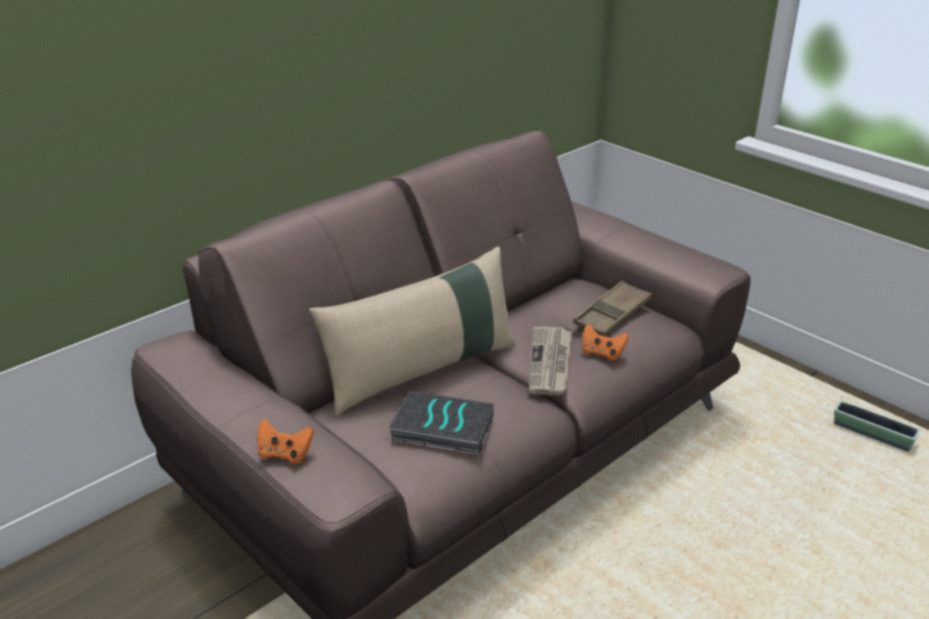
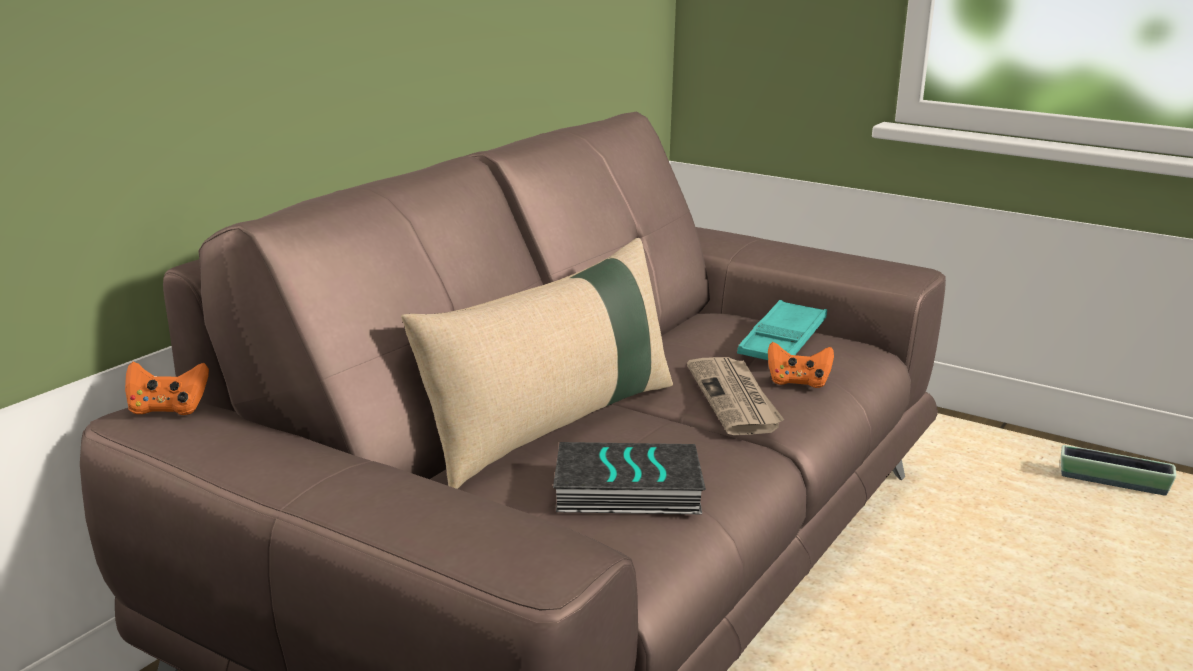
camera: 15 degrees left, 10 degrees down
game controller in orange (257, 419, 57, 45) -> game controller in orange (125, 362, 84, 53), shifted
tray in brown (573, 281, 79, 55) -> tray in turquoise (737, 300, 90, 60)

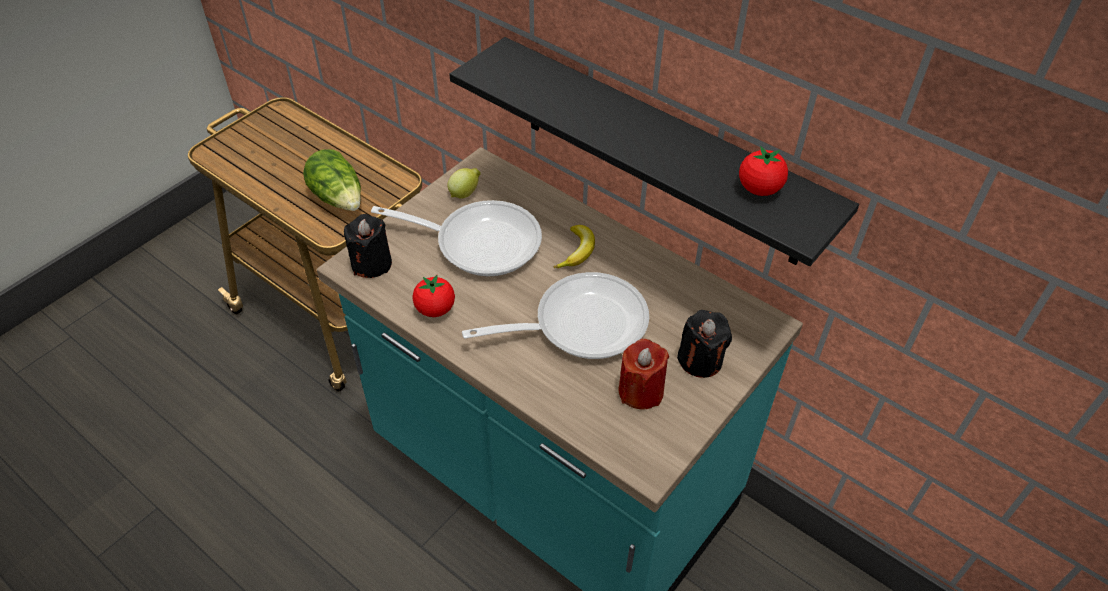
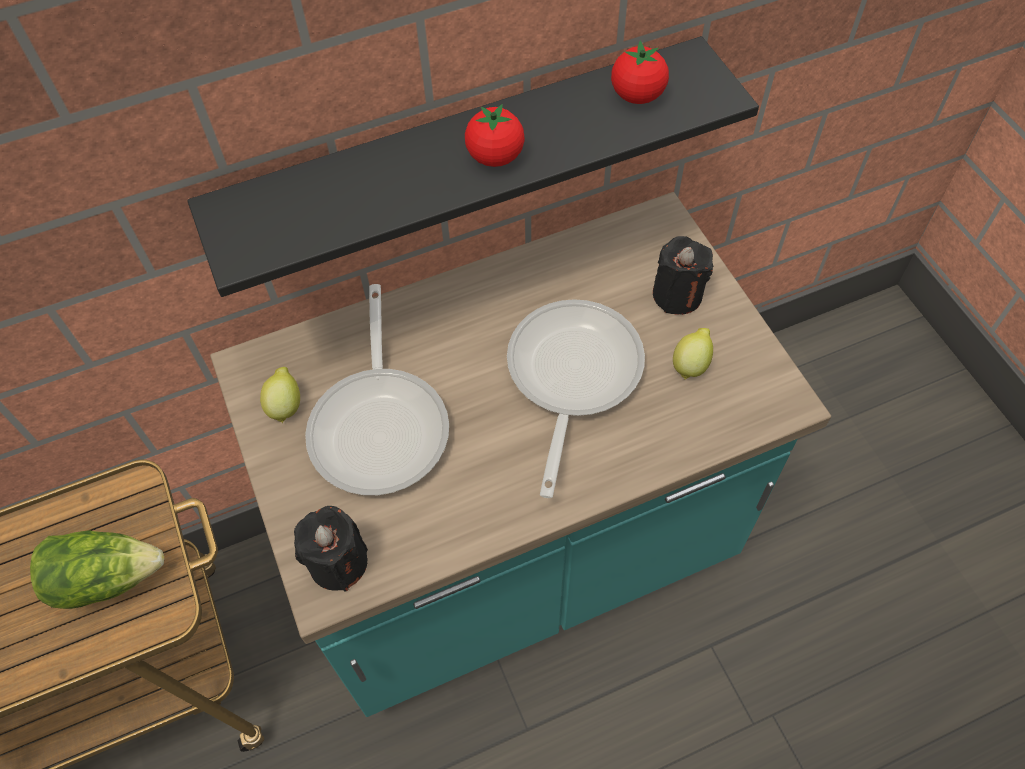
camera: 60 degrees left, 10 degrees up
frying pan (371, 200, 171, 76) -> frying pan (305, 284, 144, 211), 135 degrees clockwise
tomato (412, 275, 43, 42) -> tomato (465, 104, 60, 63), shifted
banana (553, 225, 42, 43) -> none
candle in red (618, 339, 51, 71) -> lemon (673, 328, 40, 52)

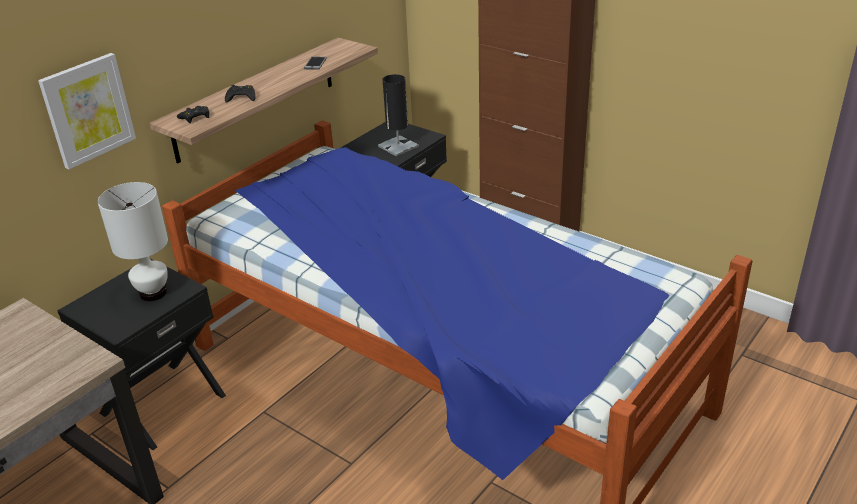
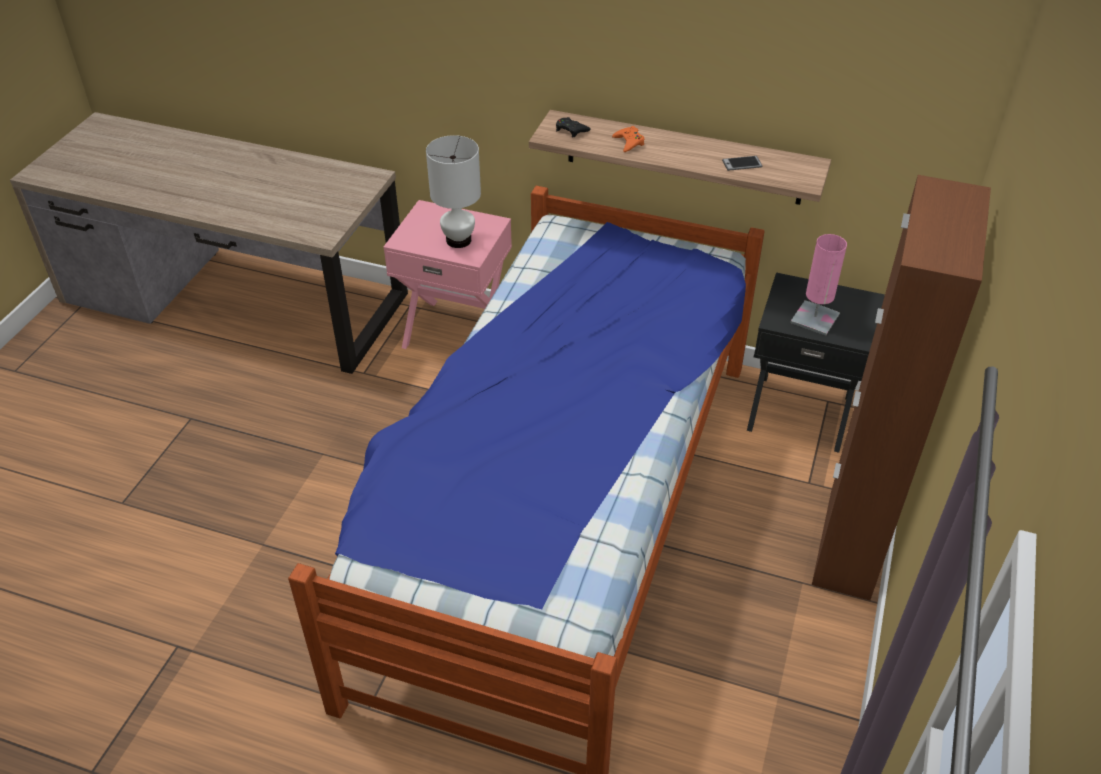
camera: 70 degrees right, 10 degrees up
picture (38, 53, 98, 116) -> none
nightstand in black (57, 258, 169, 192) -> nightstand in pink (383, 200, 129, 149)
game controller in black (225, 85, 31, 18) -> game controller in orange (612, 126, 33, 26)
table lamp in black (378, 74, 41, 82) -> table lamp in pink (791, 234, 56, 101)

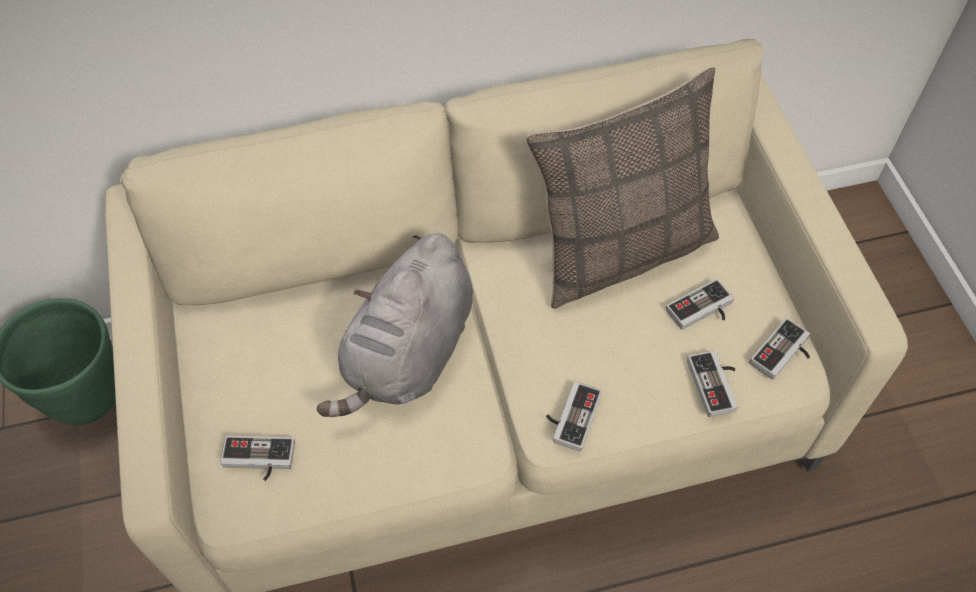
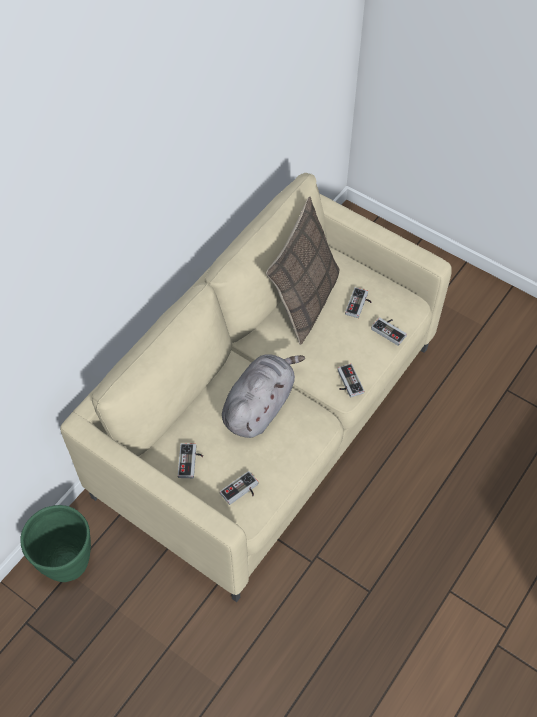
camera: 40 degrees left, 0 degrees up
plush toy in grey (317, 233, 156, 184) -> plush toy in grey (222, 354, 83, 84), 135 degrees counterclockwise
game controller (750, 318, 60, 62) -> game controller (178, 443, 25, 35), shifted

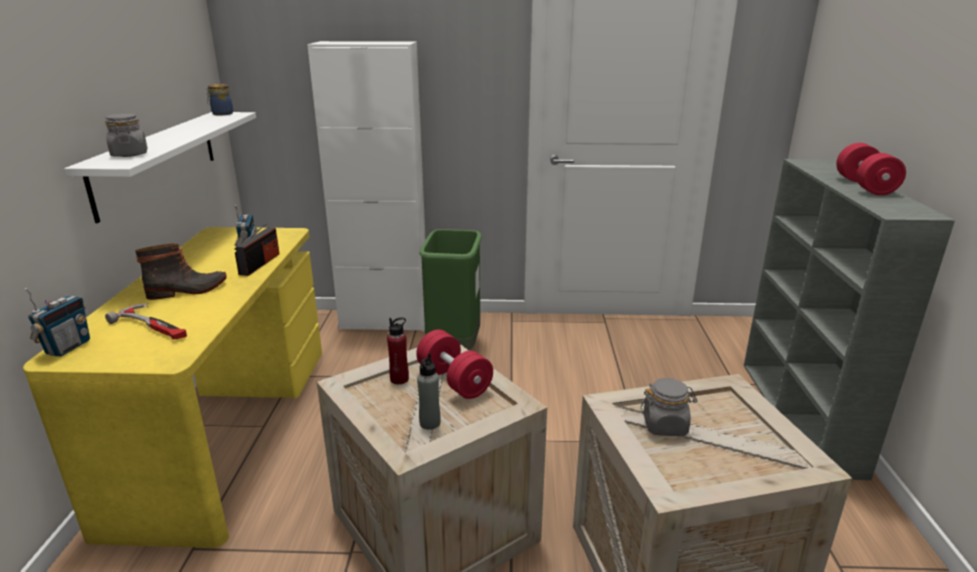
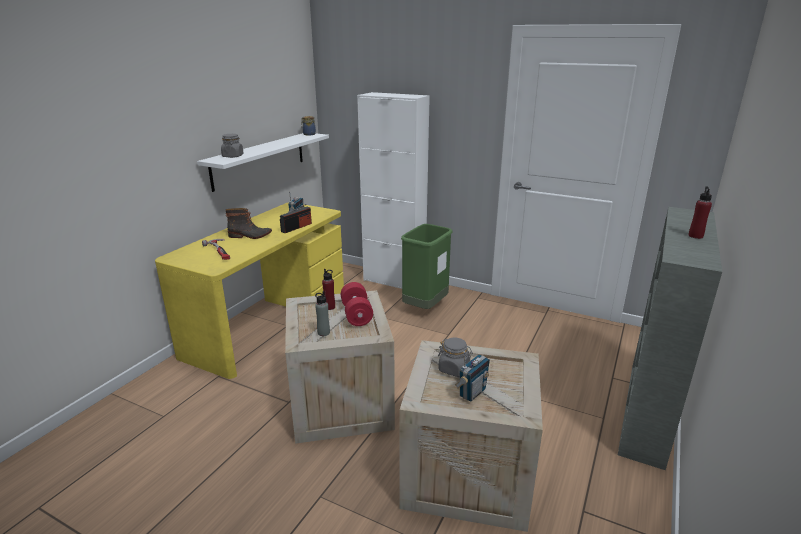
camera: 25 degrees right, 0 degrees up
radio (24, 288, 66, 69) -> radio (455, 351, 35, 51), shifted
dumbbell in red (836, 143, 70, 52) -> bottle in red (688, 187, 24, 52)

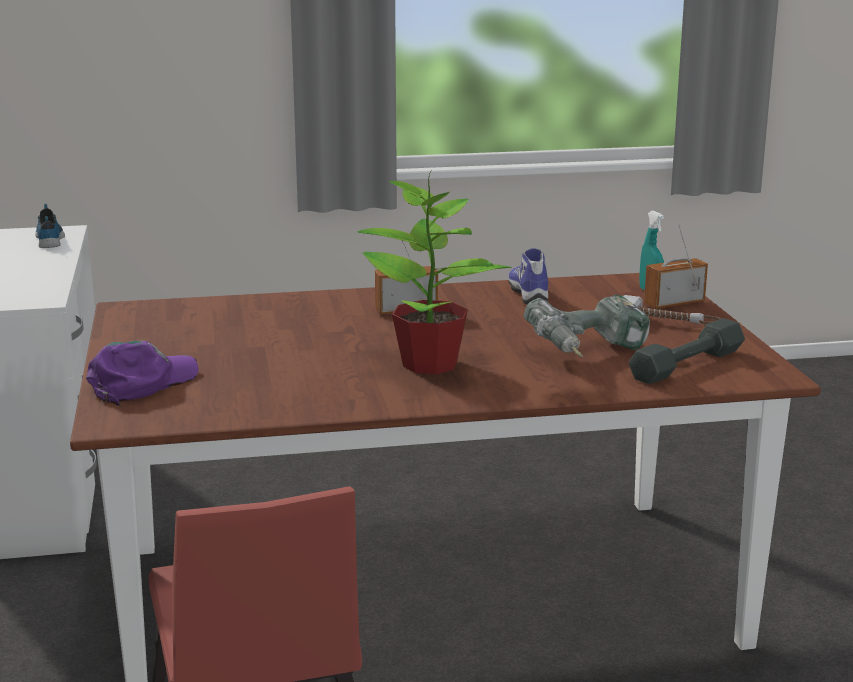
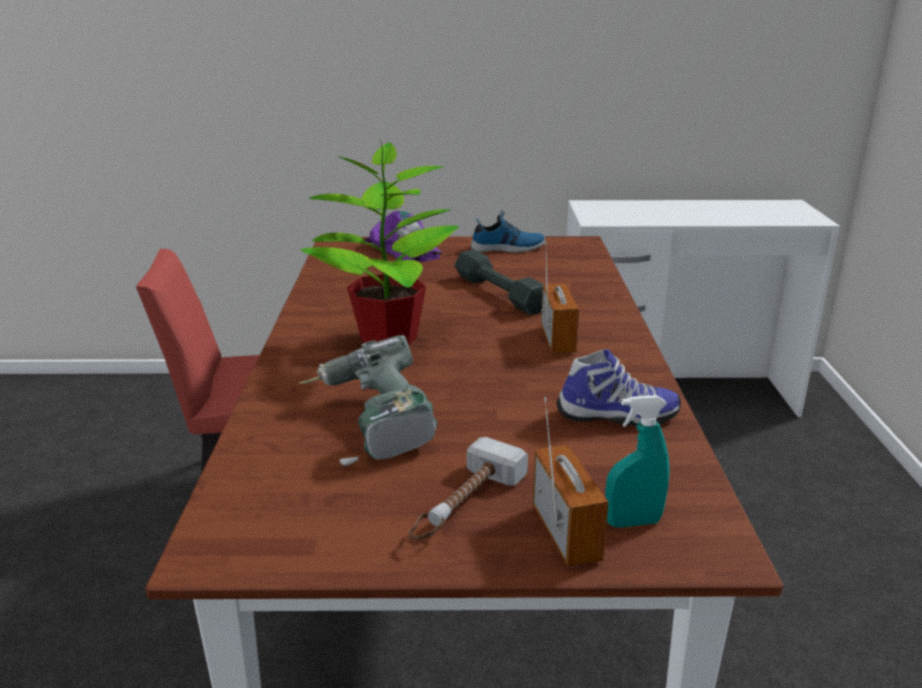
camera: 100 degrees right, 5 degrees up
shoe (35, 203, 30, 45) -> shoe (471, 211, 74, 42), shifted
dumbbell in grey (628, 318, 117, 66) -> dumbbell in grey (454, 250, 89, 65), shifted

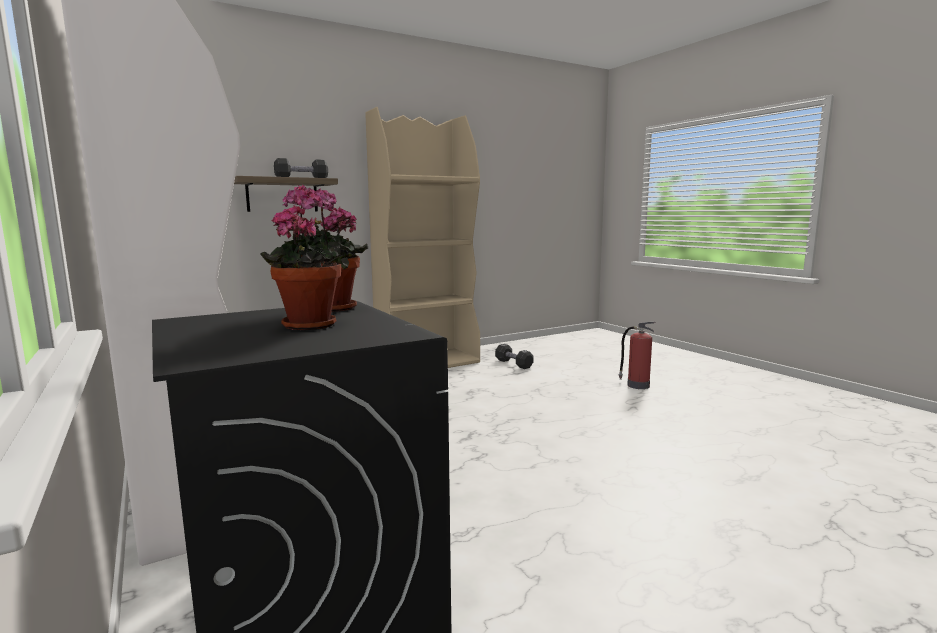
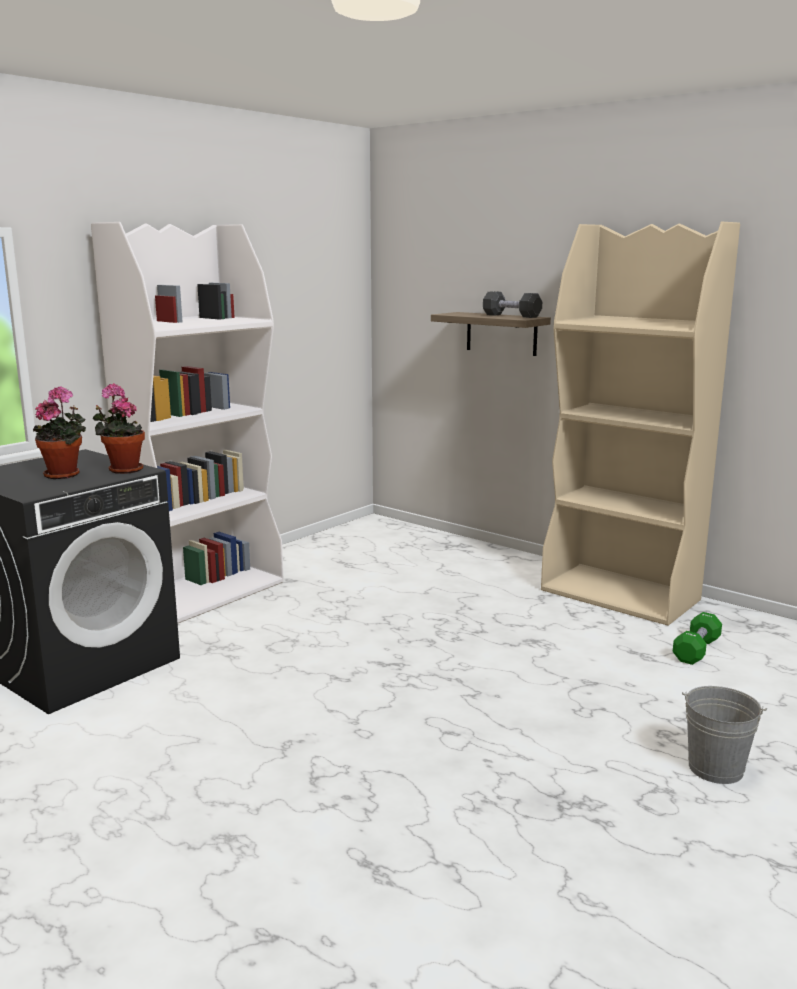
camera: 70 degrees right, 5 degrees up
dumbbell in black (495, 344, 39, 25) -> dumbbell in green (673, 612, 49, 53)
fire extinguisher (618, 322, 38, 67) -> bucket in grey (682, 686, 85, 98)

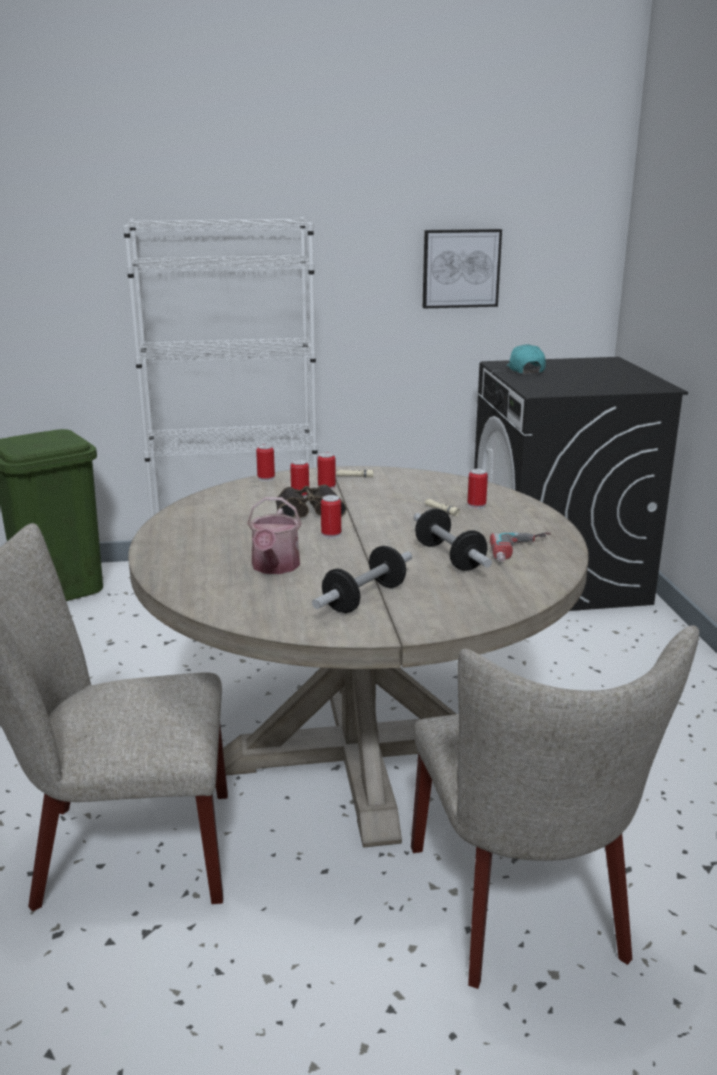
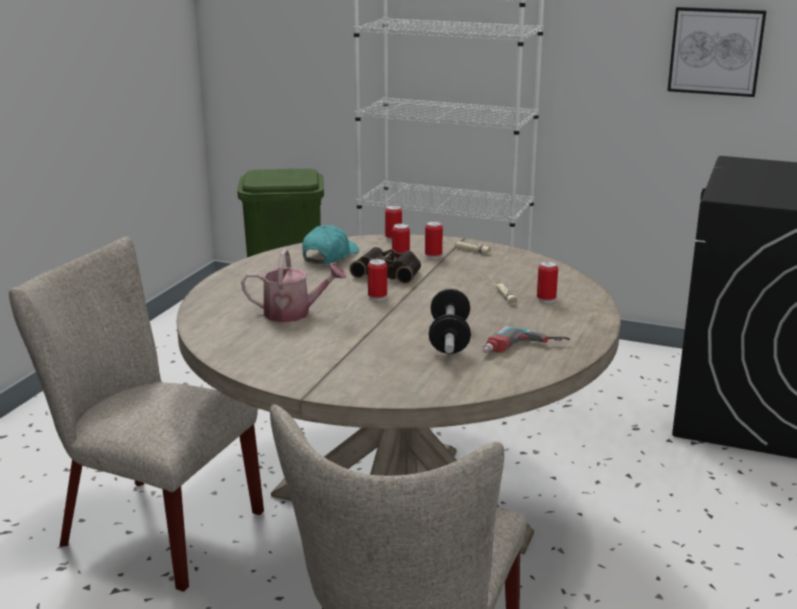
camera: 30 degrees right, 0 degrees up
watering can (247, 497, 55, 77) -> watering can (241, 249, 105, 73), 120 degrees counterclockwise
dumbbell (312, 546, 100, 67) -> none
cap in turquoise (506, 344, 40, 30) -> cap in turquoise (302, 225, 57, 39), shifted

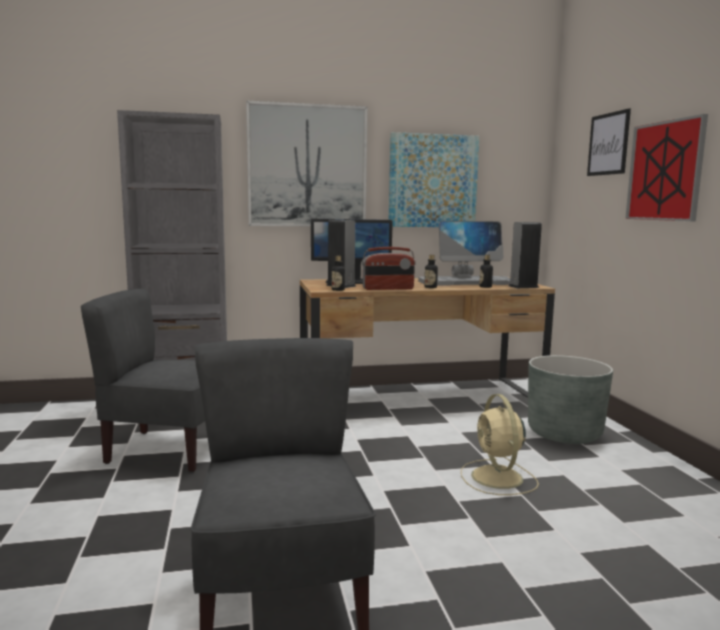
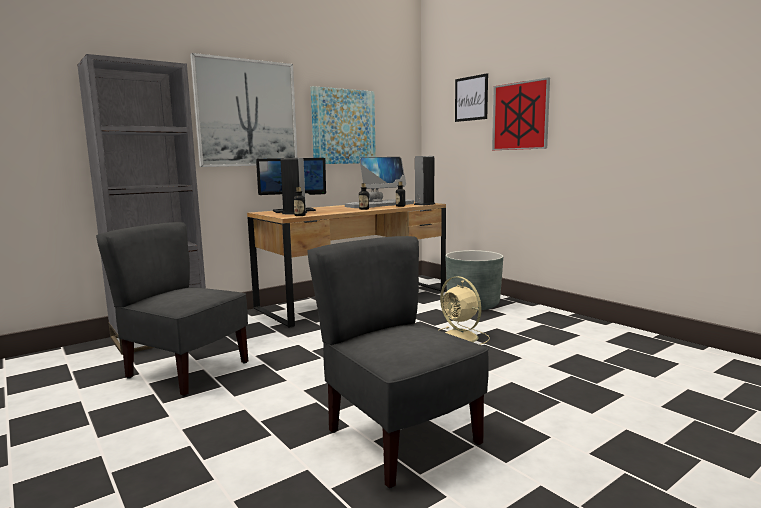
camera: 25 degrees left, 0 degrees up
chair in grey (81, 289, 124, 183) -> chair in grey (96, 222, 152, 174), 45 degrees clockwise
radio (362, 247, 54, 43) -> none

